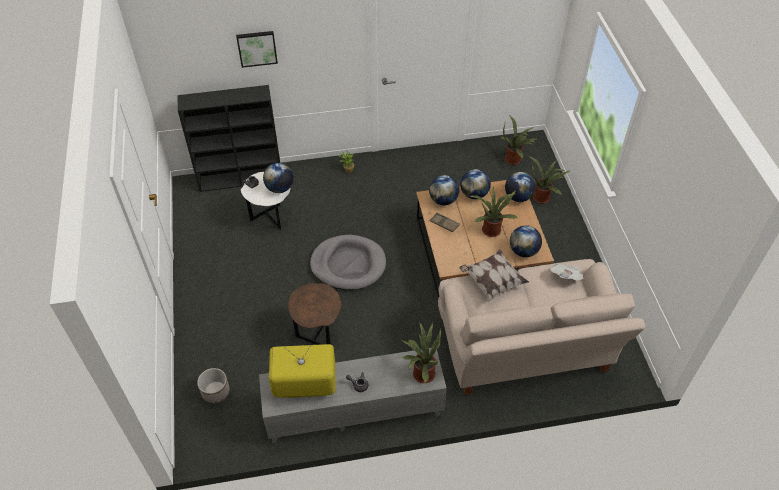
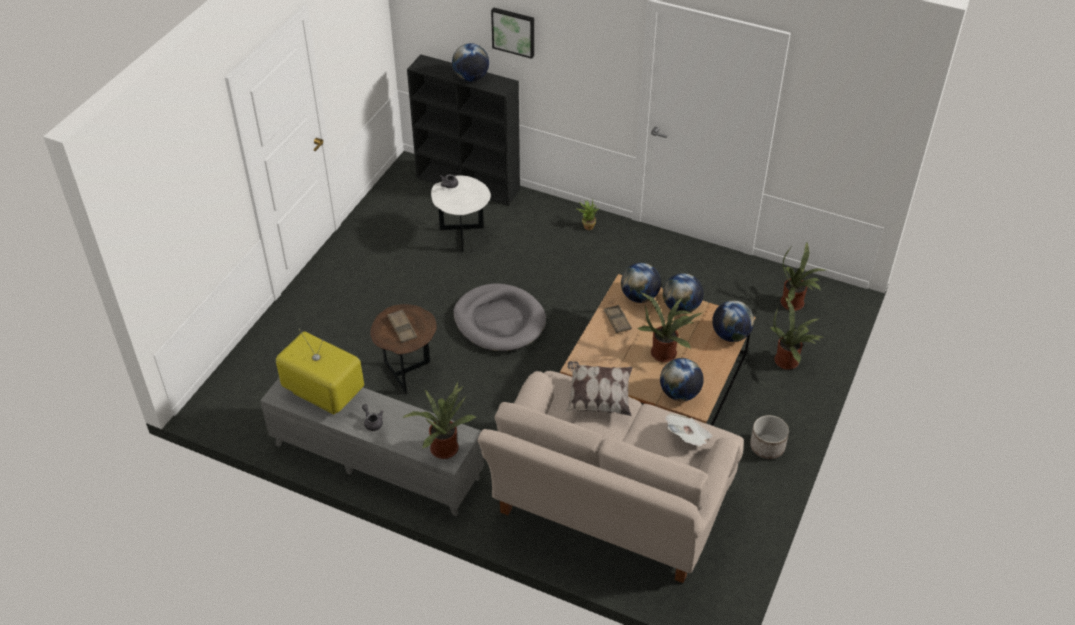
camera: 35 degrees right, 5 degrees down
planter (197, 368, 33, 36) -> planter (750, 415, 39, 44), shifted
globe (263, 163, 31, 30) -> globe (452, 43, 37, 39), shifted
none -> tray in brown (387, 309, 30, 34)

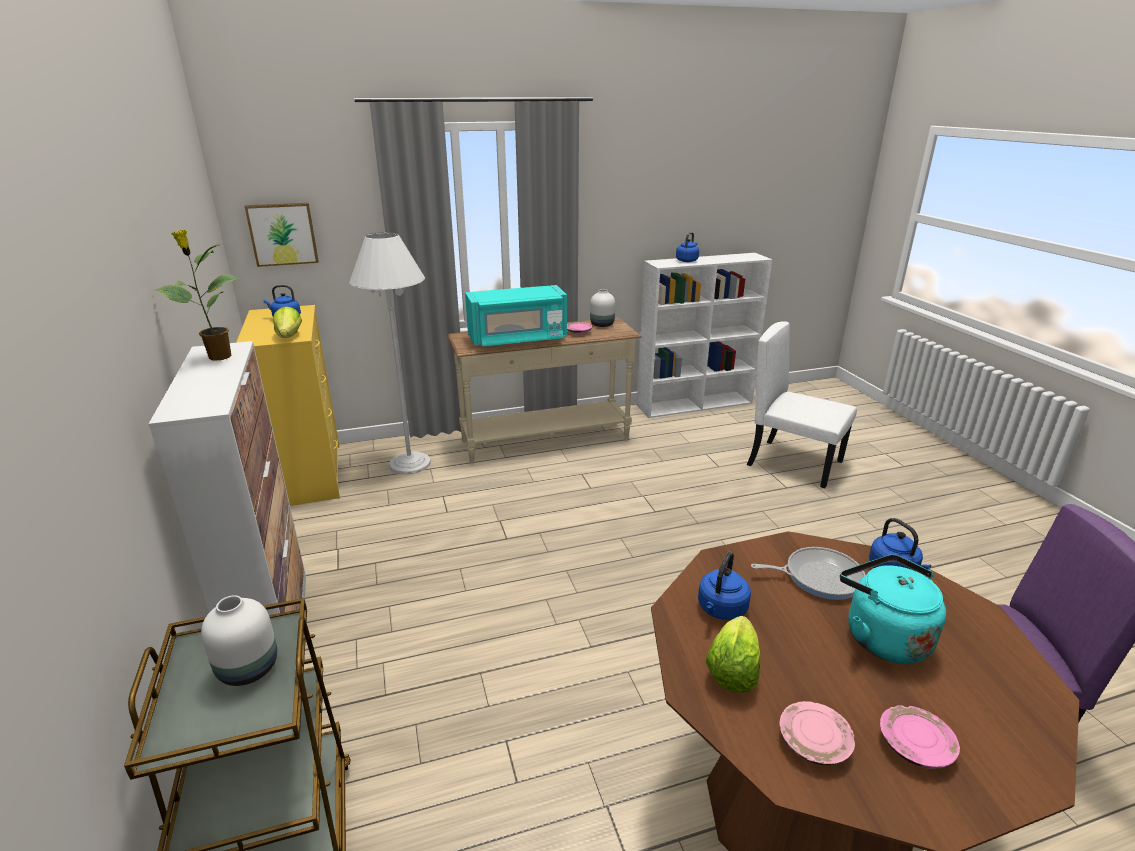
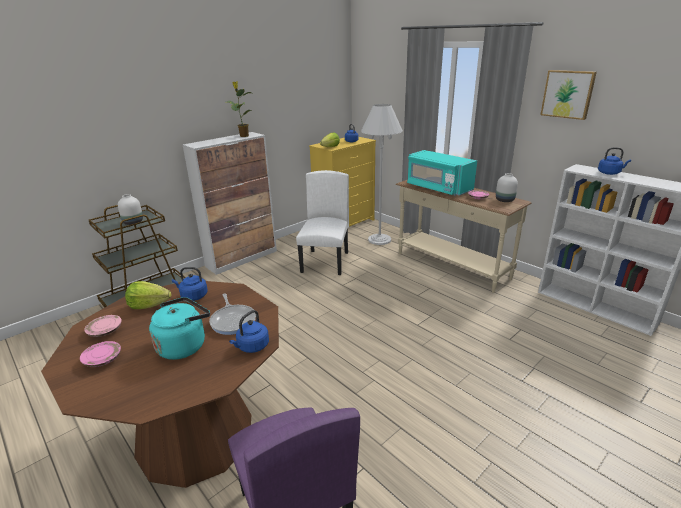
camera: 65 degrees right, 0 degrees up
picture (245, 203, 74, 64) -> picture (540, 70, 57, 50), shifted
chair in white (747, 321, 110, 167) -> chair in white (296, 170, 53, 105), shifted

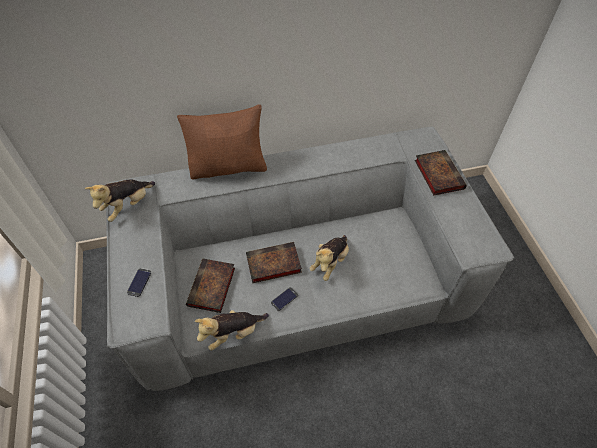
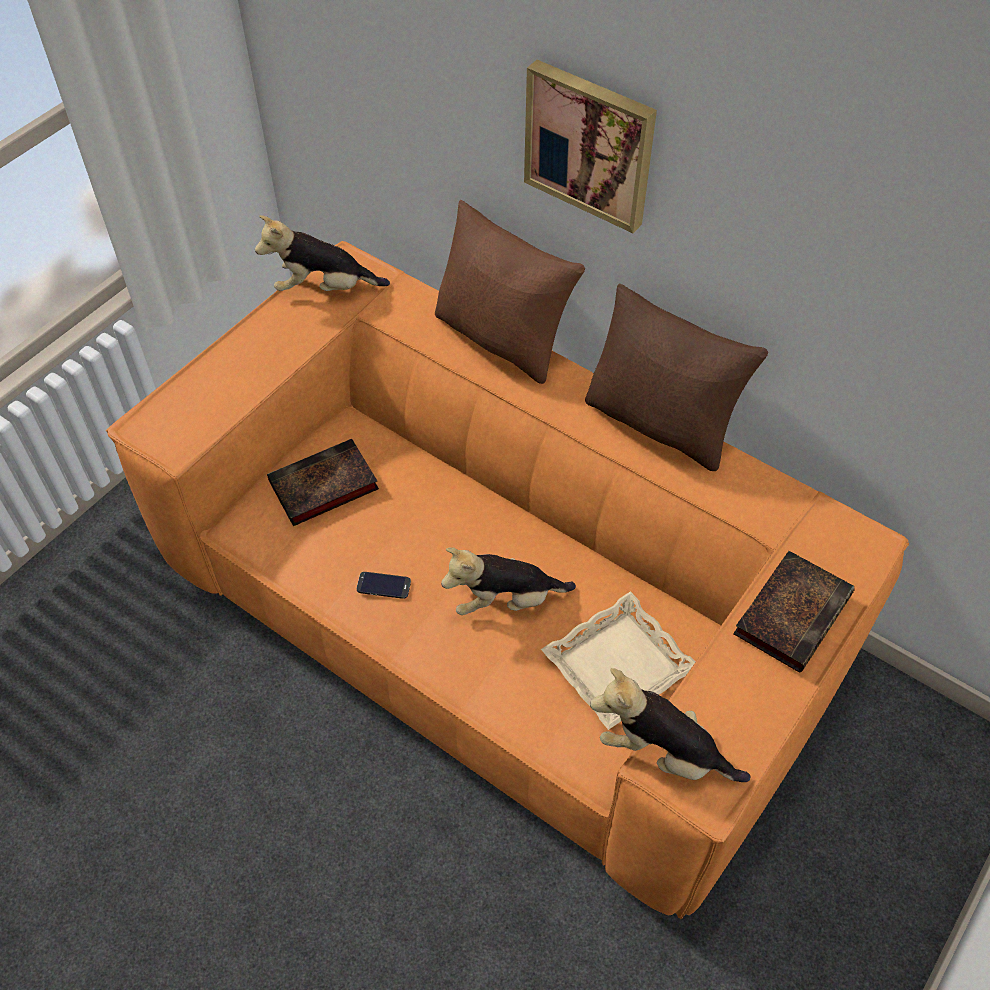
camera: 50 degrees right, 0 degrees up
sofa in grey (106, 126, 408, 265) -> sofa in orange (106, 241, 803, 678)
phone (127, 268, 24, 29) -> none
plush toy (195, 310, 74, 40) -> plush toy (590, 668, 161, 114), shifted
book (246, 242, 56, 41) -> none
none -> picture (524, 60, 133, 173)
none -> tray in beige (541, 591, 154, 139)
none -> pillow in brown (585, 284, 184, 187)

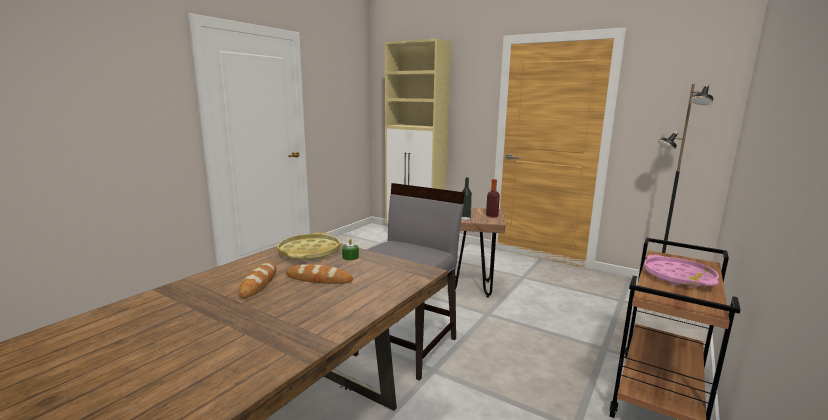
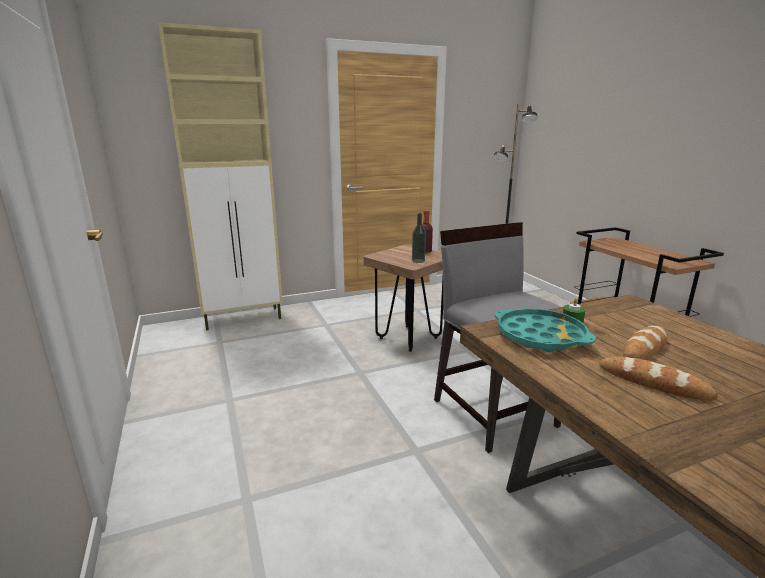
camera: 55 degrees left, 5 degrees up
tray in yellow (277, 232, 63, 29) -> tray in turquoise (494, 309, 102, 43)
tray in pink (644, 255, 75, 33) -> none

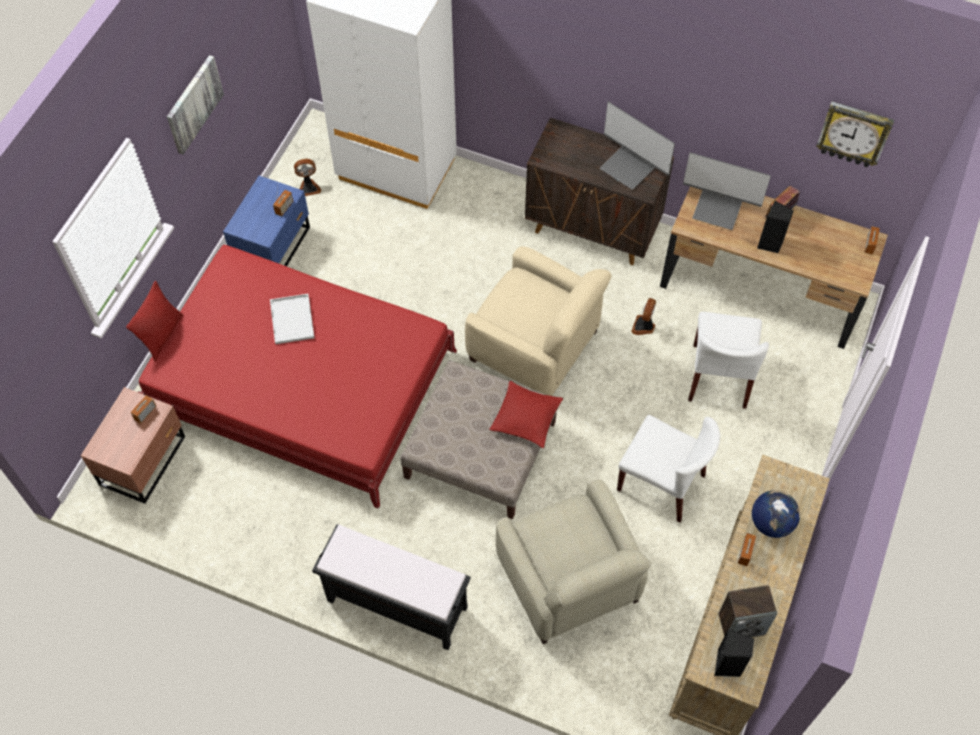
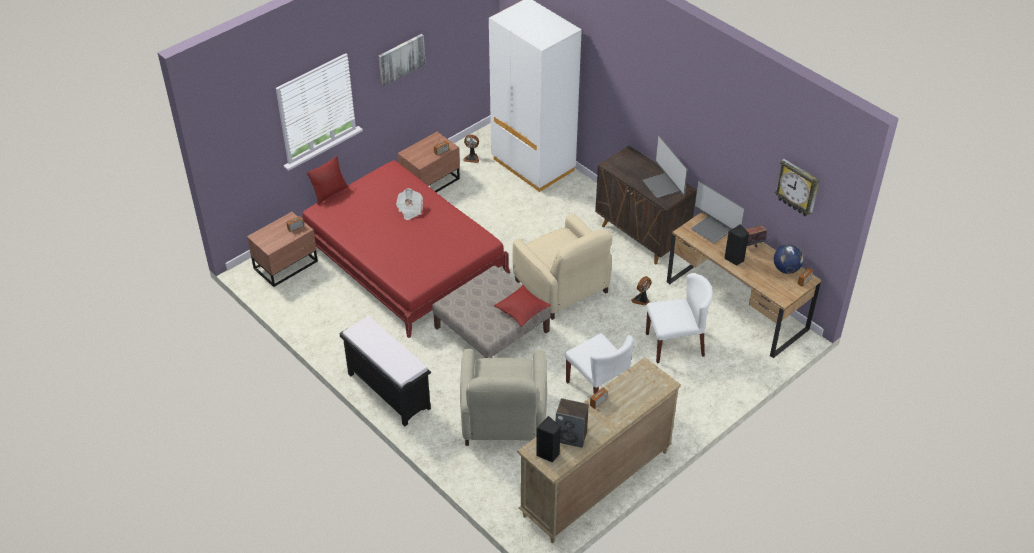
camera: 25 degrees right, 15 degrees down
nightstand in blue (223, 176, 87, 90) -> nightstand in brown (398, 132, 62, 60)
tray in white (270, 294, 44, 50) -> newspaper (396, 188, 27, 32)
chair in white (688, 312, 81, 97) -> chair in white (646, 273, 67, 90), 135 degrees counterclockwise
globe (752, 490, 48, 48) -> globe (774, 244, 29, 30), shifted

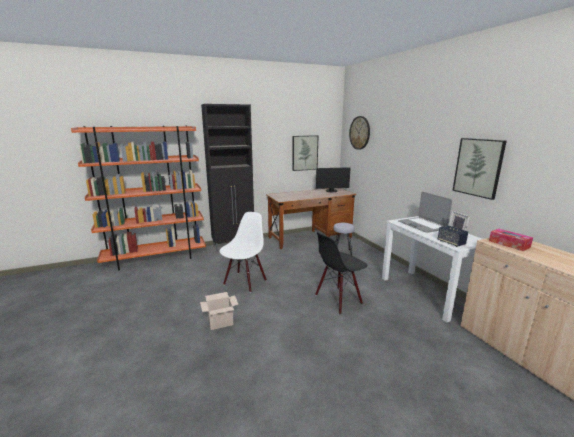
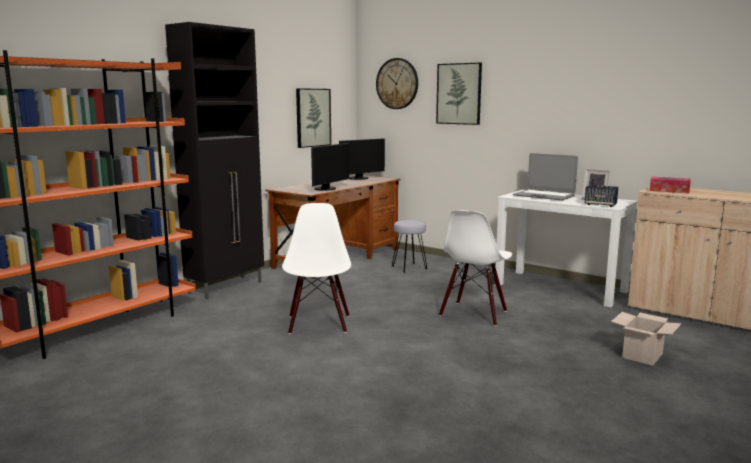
camera: 30 degrees left, 5 degrees down
cardboard box (200, 292, 38, 38) -> cardboard box (611, 312, 71, 53), shifted
chair in black (315, 232, 52, 82) -> chair in white (439, 210, 73, 116)
picture (453, 138, 54, 62) -> picture (436, 63, 46, 62), shifted
none -> monitor (311, 143, 38, 48)

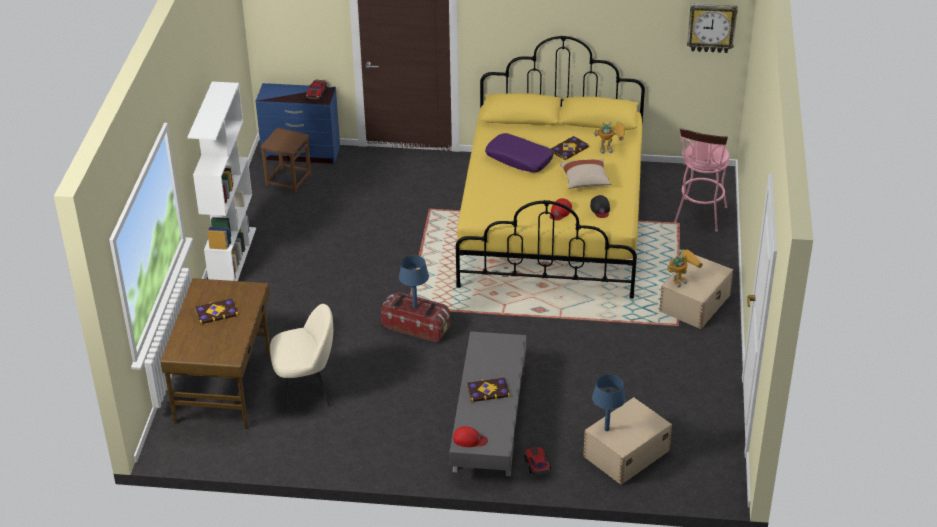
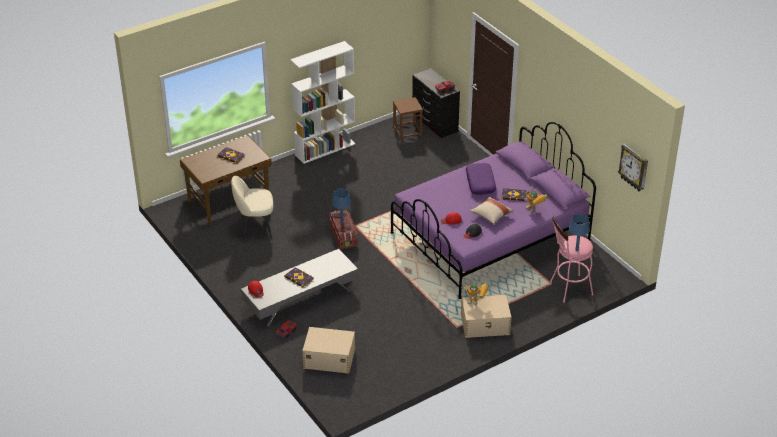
camera: 50 degrees right, 0 degrees up
dresser in blue (256, 83, 84, 81) -> dresser in black (412, 68, 48, 70)
chair in beige (270, 304, 63, 109) -> chair in beige (231, 176, 42, 64), 135 degrees clockwise
bed in yellow (456, 36, 189, 263) -> bed in purple (391, 122, 205, 177)
table lamp in blue (592, 374, 34, 57) -> table lamp in blue (569, 214, 21, 37), shifted

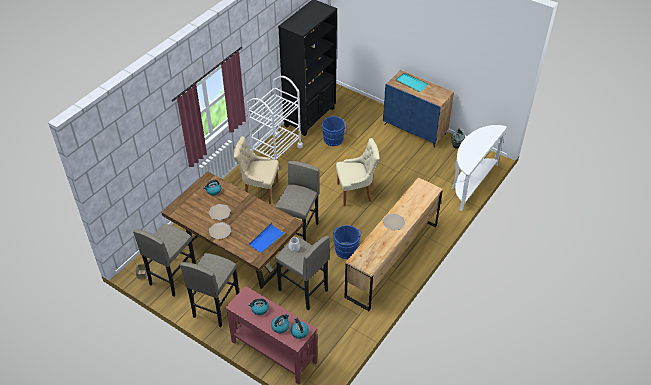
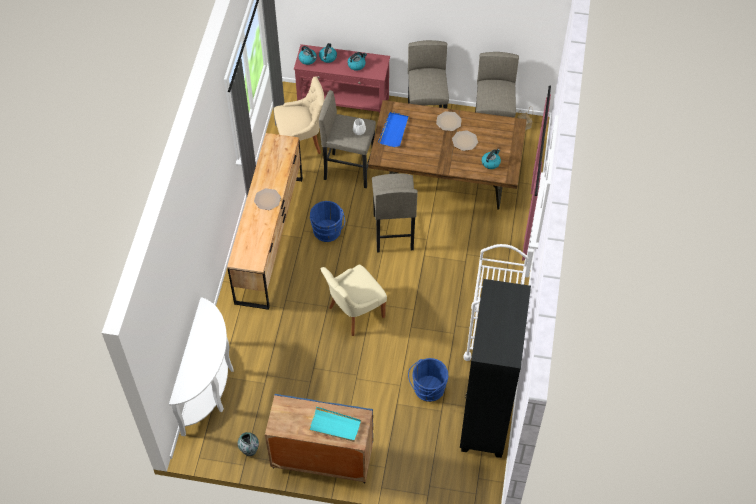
camera: 155 degrees right, 10 degrees up
chair in beige (234, 136, 45, 68) -> chair in beige (274, 76, 50, 78), shifted

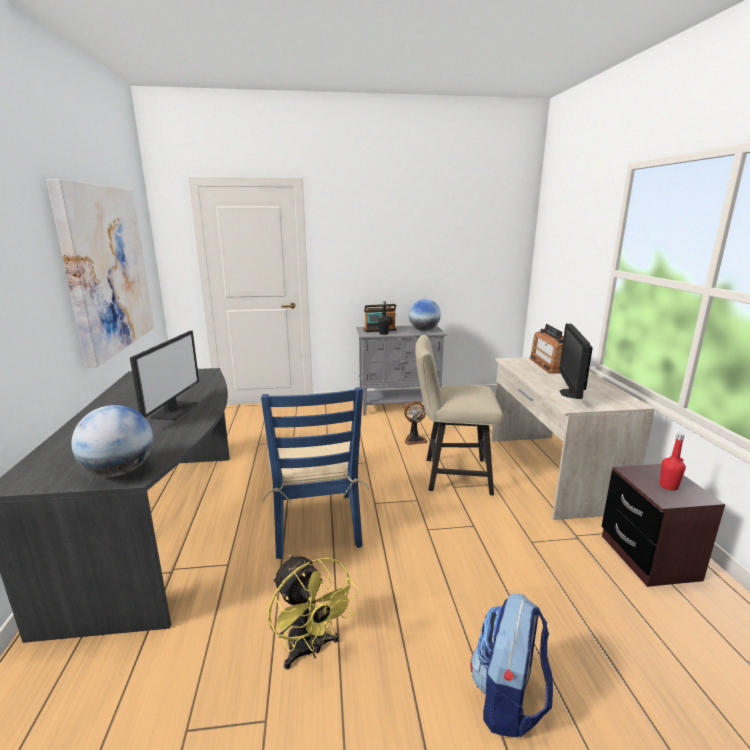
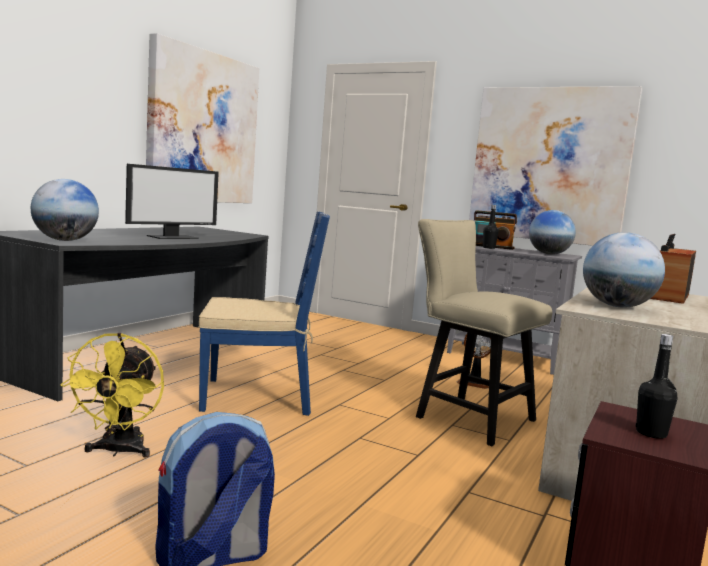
camera: 35 degrees right, 10 degrees down
chair in blue (261, 387, 109, 172) -> chair in blue (198, 211, 132, 205), 120 degrees counterclockwise
monitor (559, 324, 34, 75) -> globe (583, 232, 82, 76)
bottle in red (659, 433, 27, 57) -> bottle in black (636, 334, 42, 105)
none -> picture (469, 86, 174, 160)

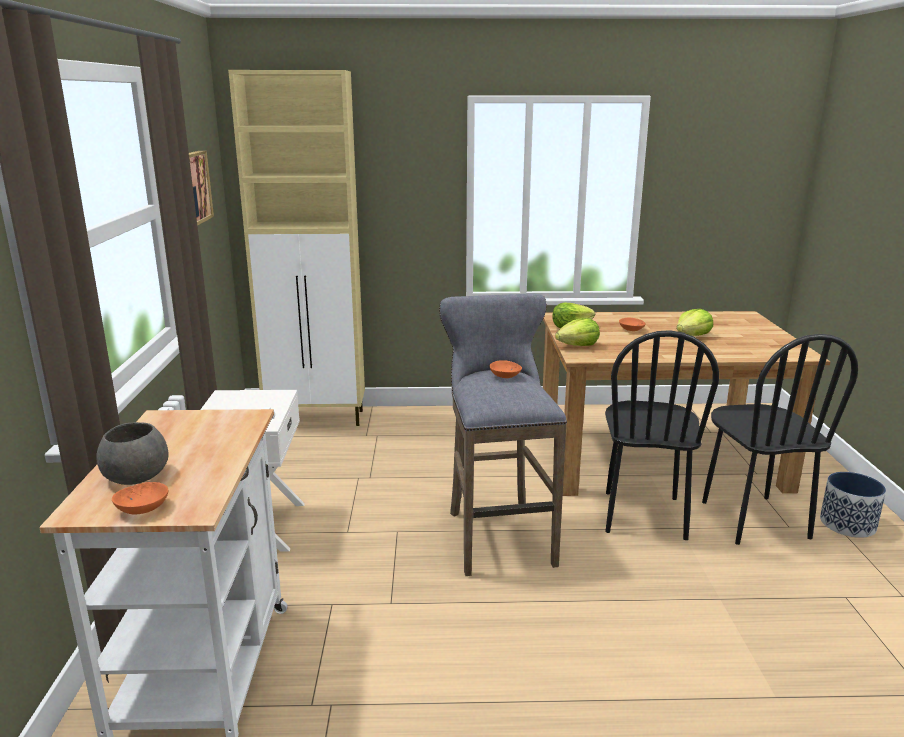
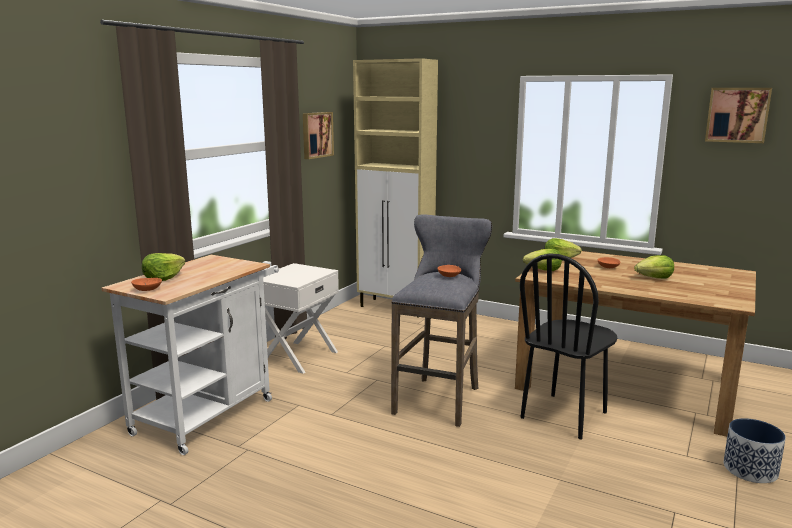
camera: 30 degrees right, 5 degrees down
bowl in grey (96, 422, 73, 63) -> lettuce (142, 253, 44, 28)
chair in black (702, 334, 156, 211) -> none
none -> picture (705, 88, 67, 55)

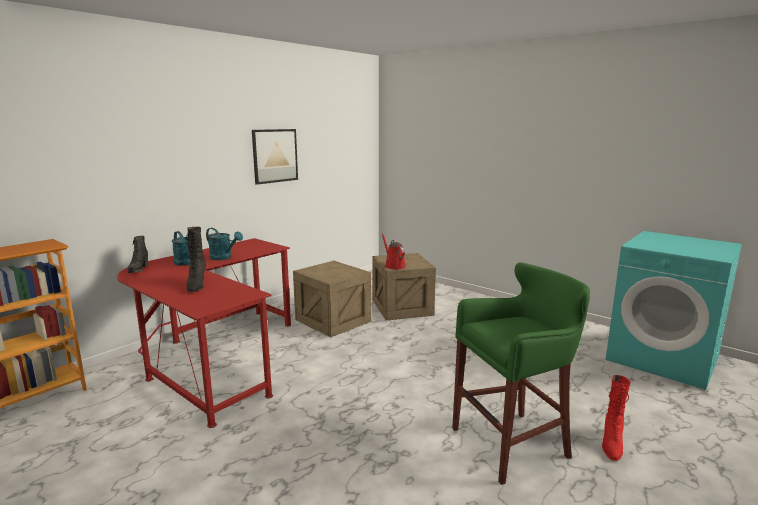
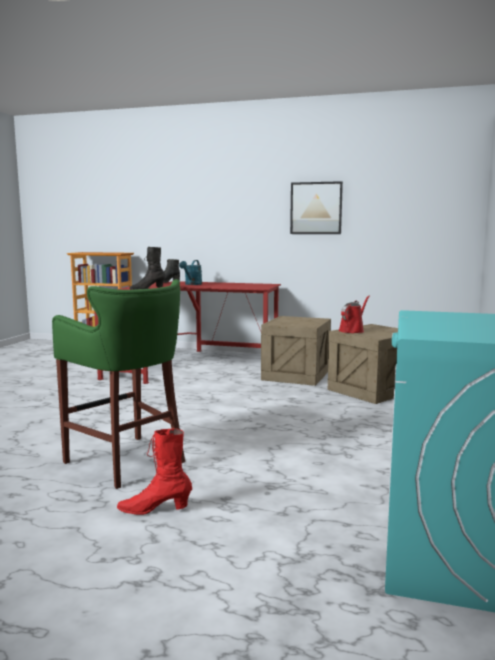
camera: 65 degrees right, 5 degrees down
watering can in turquoise (206, 228, 37, 32) -> none

